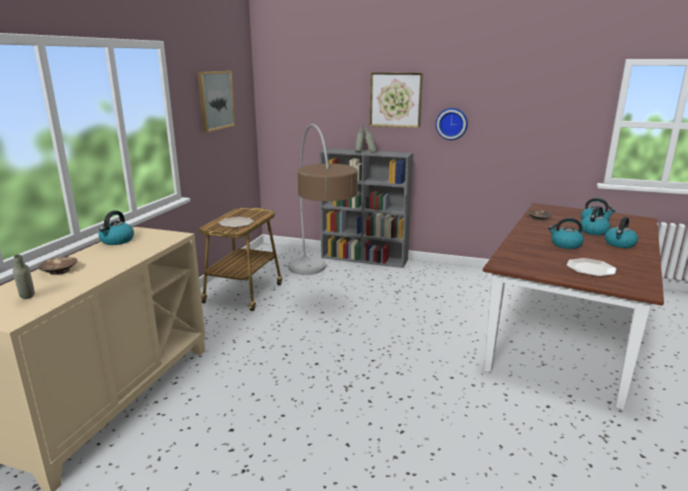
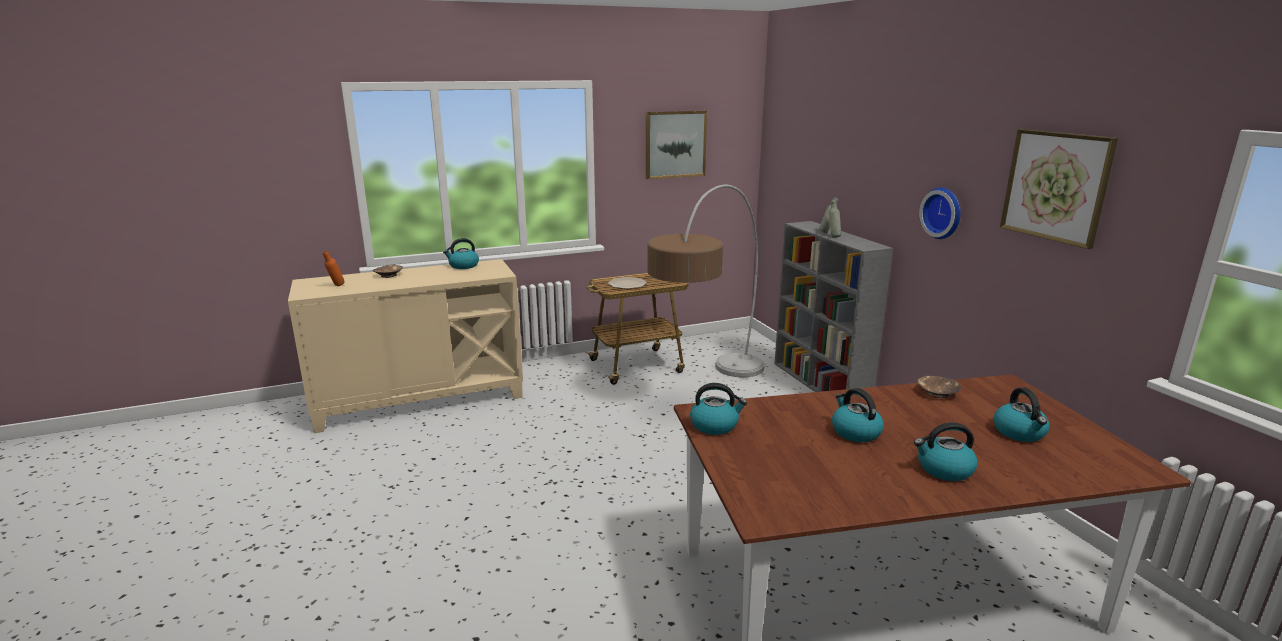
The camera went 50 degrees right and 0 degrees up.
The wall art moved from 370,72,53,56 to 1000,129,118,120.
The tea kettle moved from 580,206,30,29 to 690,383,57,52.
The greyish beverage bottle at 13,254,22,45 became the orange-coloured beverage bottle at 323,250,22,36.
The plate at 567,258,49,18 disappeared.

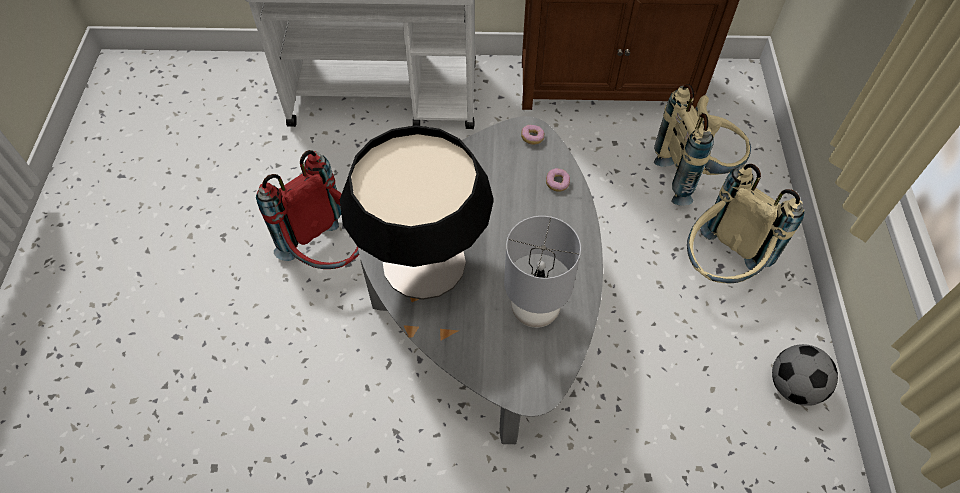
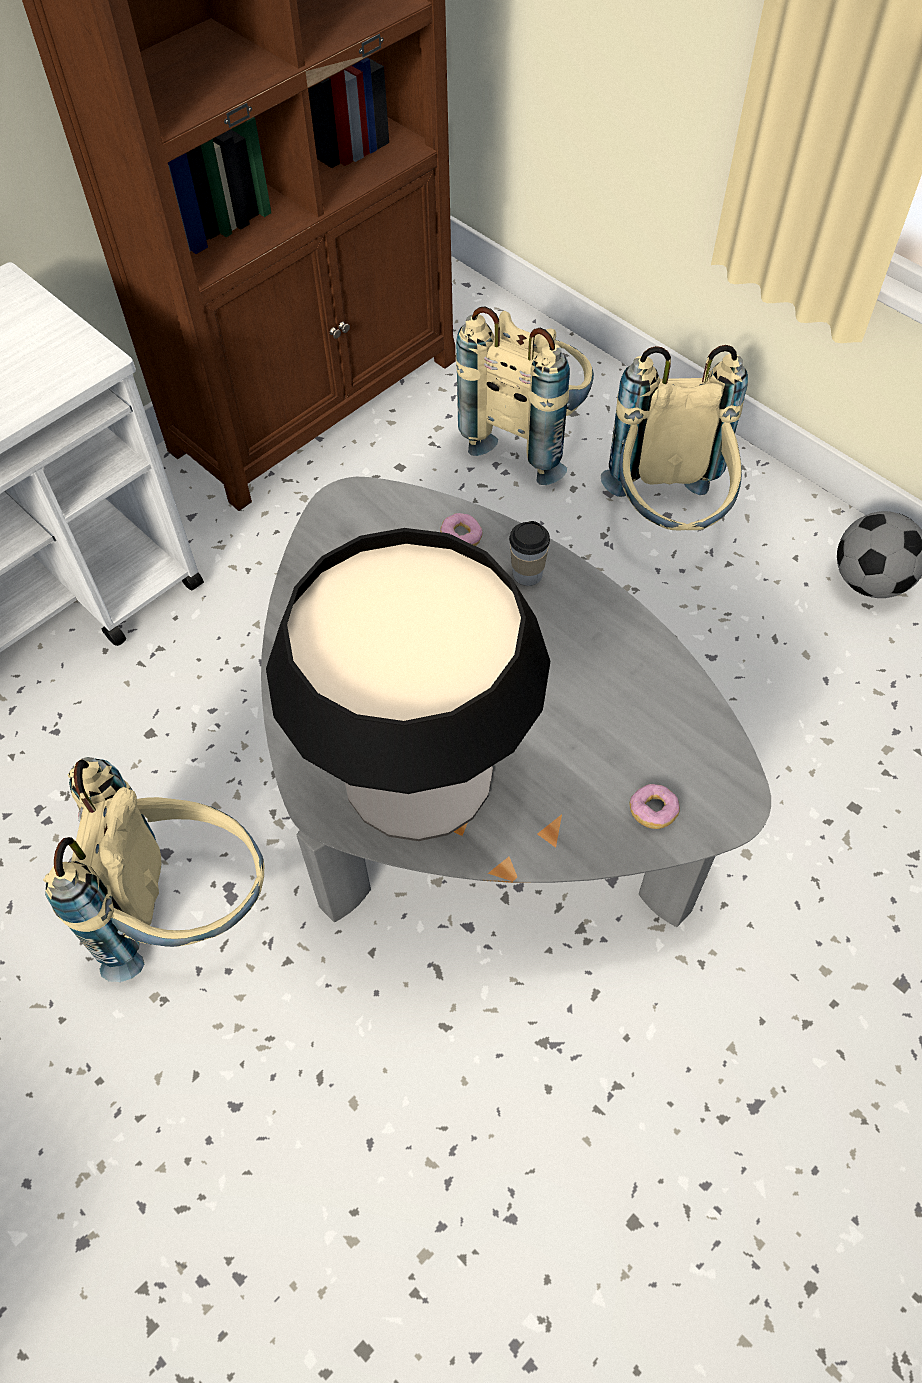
The camera went 45 degrees left and 0 degrees up.
The doughnut moved from 521,125,24,20 to 629,784,51,45.
The red-coloured knapsack at 256,150,103,119 became the beige knapsack at 43,757,221,225.
The greyish lamp for a table at 504,216,77,112 disappeared.
The drinking cup at 509,521,41,65 appeared.

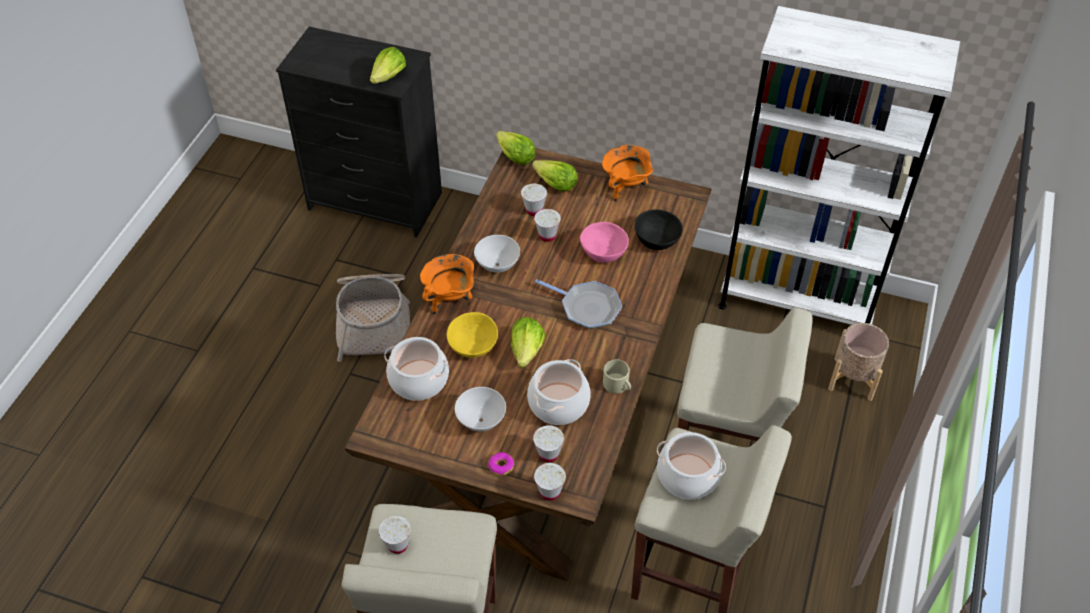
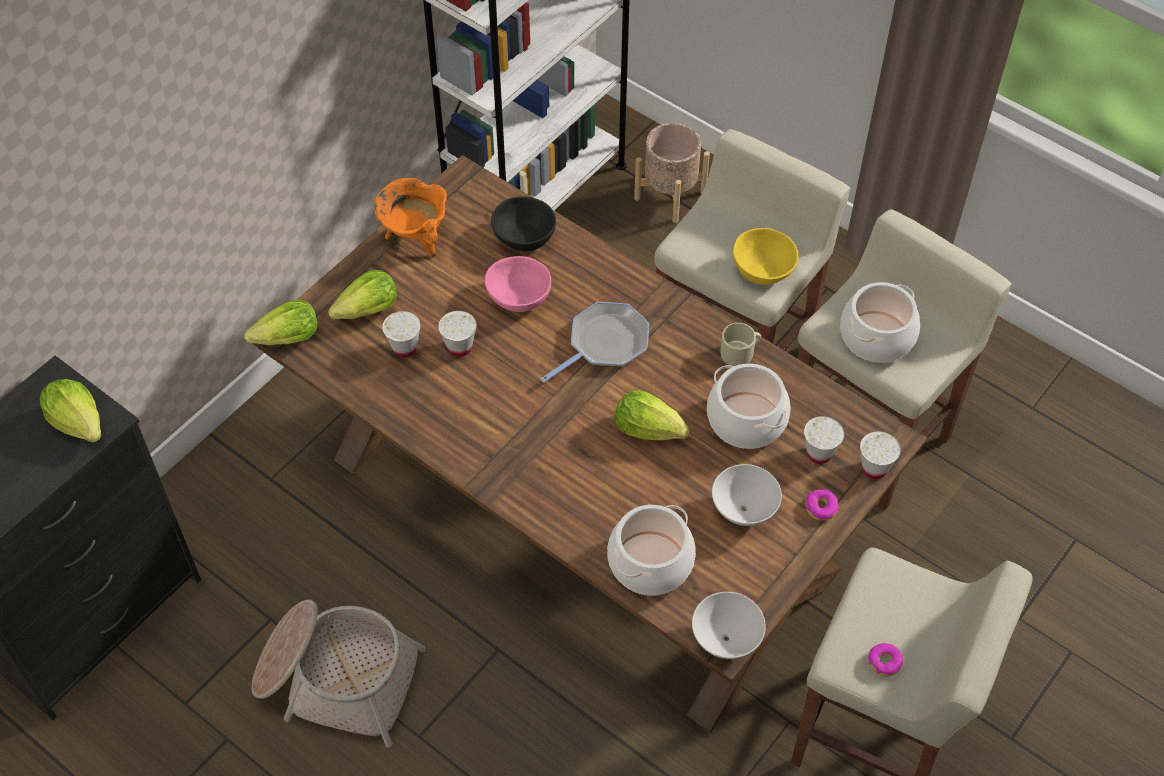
The camera went 70 degrees left and 5 degrees up.
The white-coloured deep dish moved from 474,235,46,38 to 692,592,74,67.
The orange-coloured cooking pot at 420,254,54,60 disappeared.
The yellowish deep dish moved from 447,312,51,46 to 733,228,65,57.
The white-coloured drinking cup at 379,516,32,38 was replaced by the doughnut at 868,643,36,34.

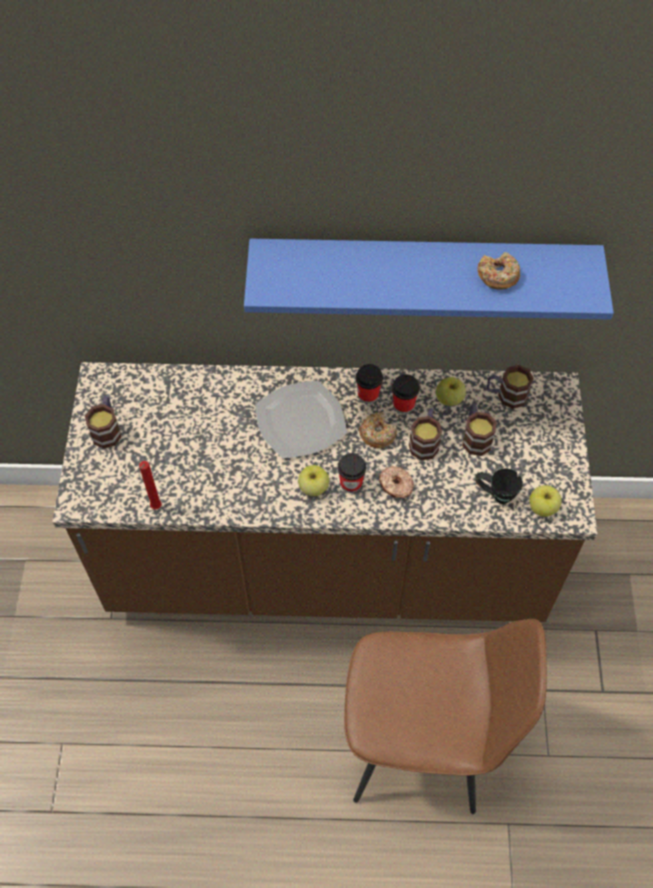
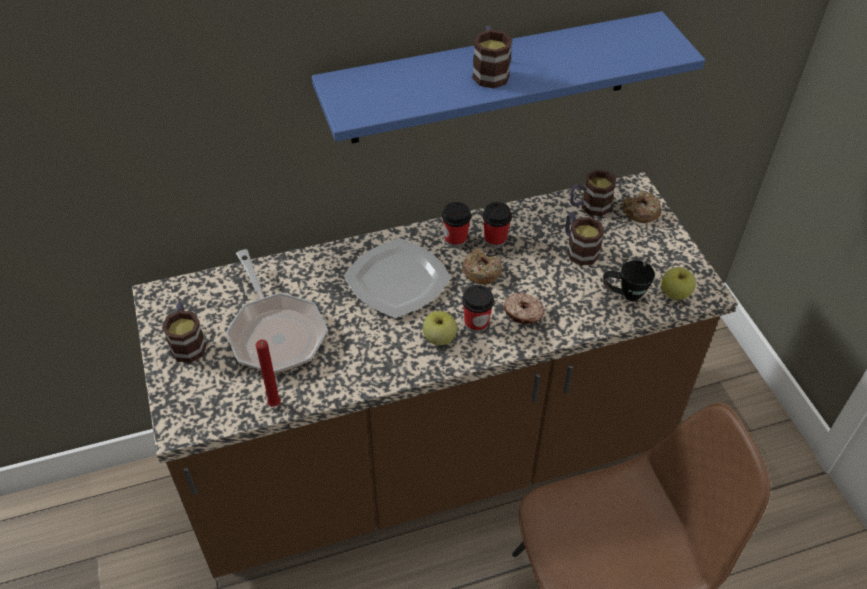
The camera went 20 degrees left and 10 degrees down.
The doughnut moved from 477,252,43,38 to 623,191,38,32.
The whole apple at 436,377,30,29 disappeared.
The coffee mug moved from 409,408,33,52 to 472,25,41,63.
The pan at 226,249,102,125 appeared.

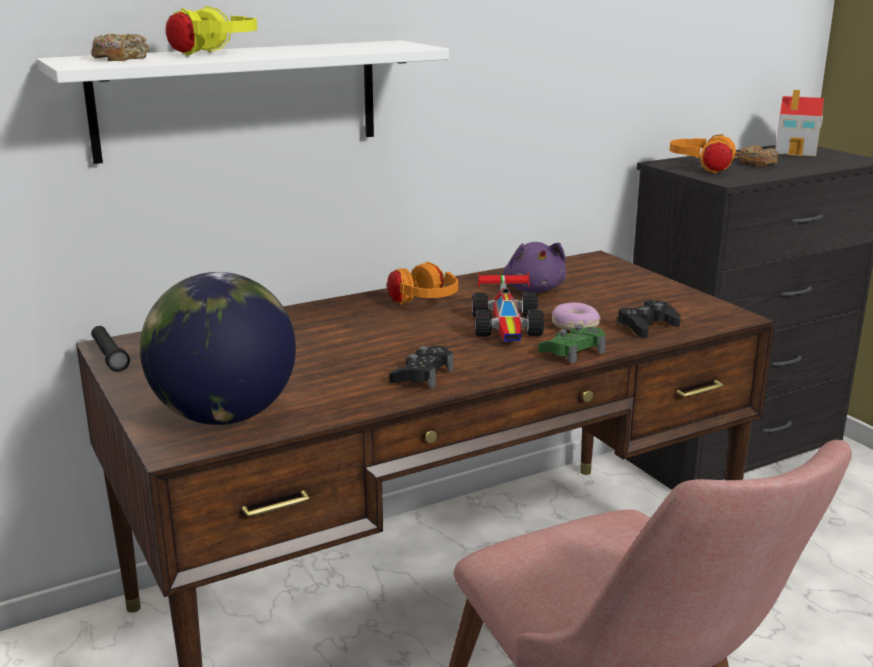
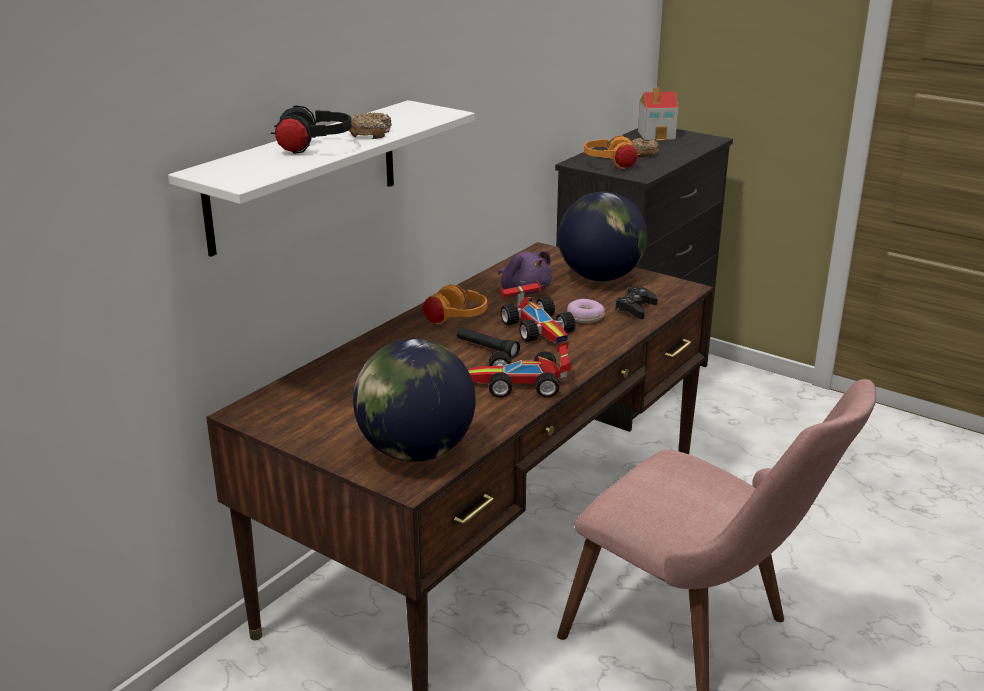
The camera went 25 degrees left and 5 degrees up.
The yellowish headphones at 165,6,92,50 became the blackish headphones at 271,105,81,49.
The doughnut moved from 91,34,58,27 to 349,113,43,26.
The greenish joypad at 538,325,68,39 disappeared.
The blackish flashlight moved from 91,326,39,46 to 457,327,63,31.
The blackish joypad at 389,346,65,43 was replaced by the toy car at 468,342,103,56.
The globe at 558,192,89,89 appeared.

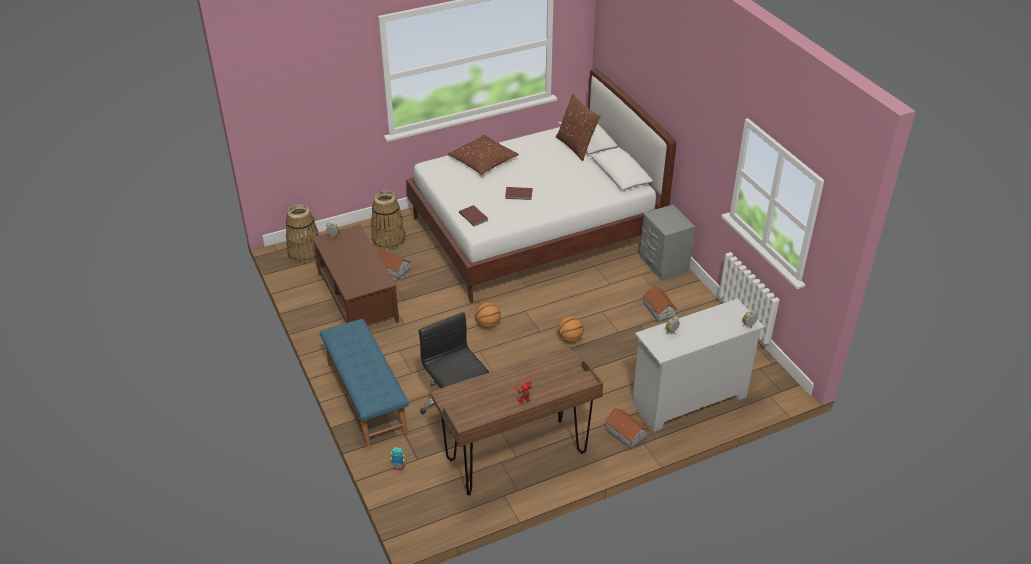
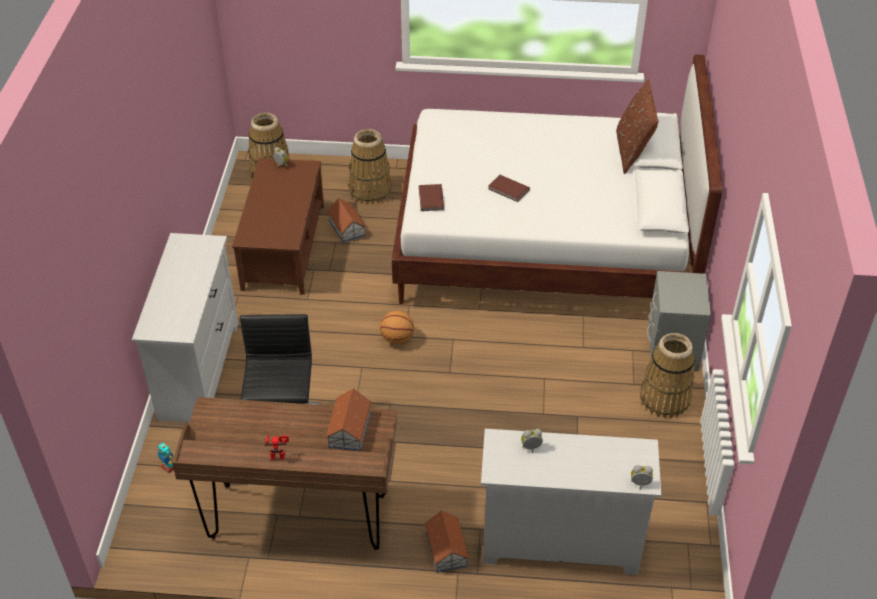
The camera went 30 degrees right and 5 degrees up.
The brown-coloured throw pillow at 447,134,72,41 disappeared.
The toy house moved from 643,285,34,37 to 325,388,47,63.
The basketball ball at 557,316,27,27 disappeared.
The blue bench at 320,319,88,128 was replaced by the white-coloured dresser at 132,233,106,189.
The basket at 640,333,55,85 appeared.

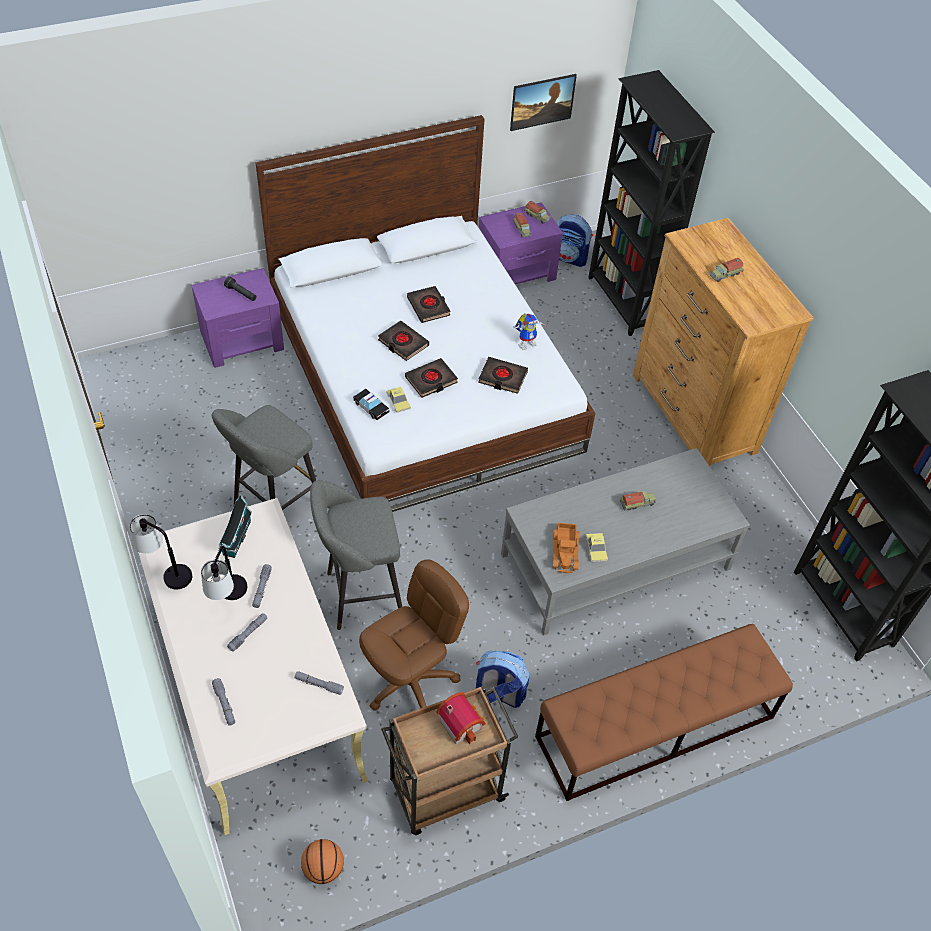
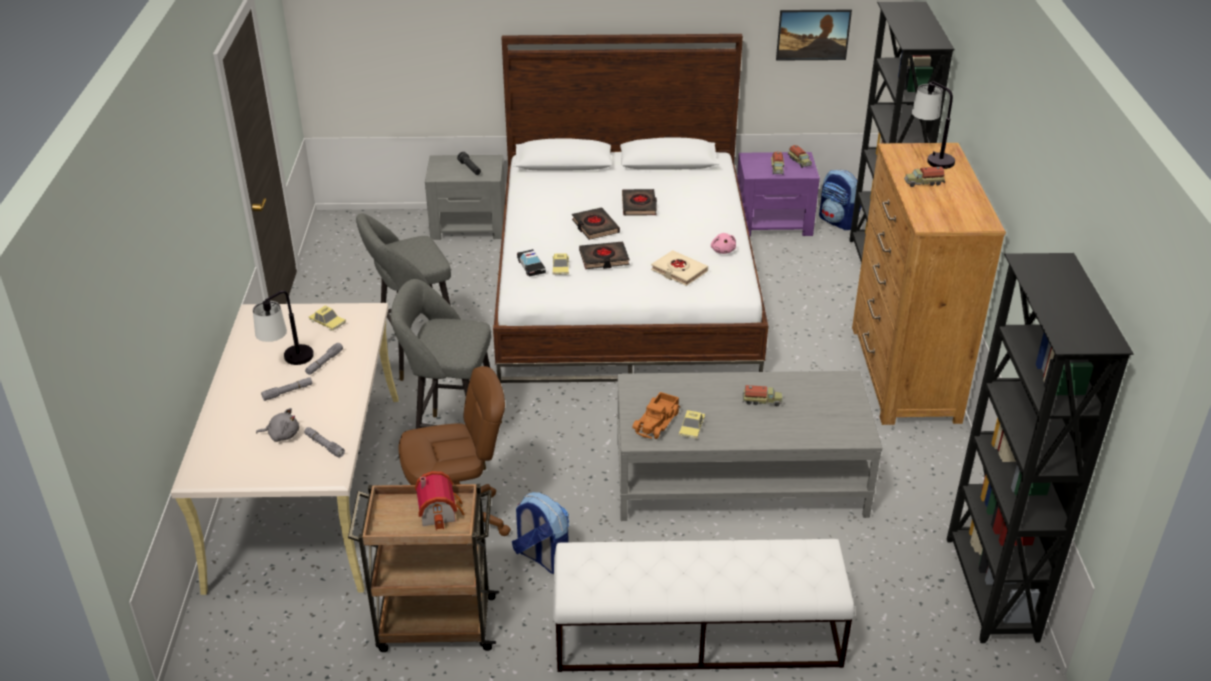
The camera went 25 degrees right and 15 degrees down.
The purplish nightstand at 191,268,93,100 became the greyish nightstand at 425,155,80,85.
The toy robot at 514,314,32,36 was replaced by the pink-coloured soft toy at 711,233,25,21.
The blackish volume at 478,357,50,37 became the beige volume at 651,250,57,36.
The toy house at 218,494,34,64 was replaced by the toy car at 309,305,37,26.
The lamp for a table moved from 129,514,63,76 to 912,81,43,88.
The brown-coloured bench at 535,624,258,177 became the white-coloured bench at 553,539,302,133.
The greyish flashlight at 212,678,23,48 disappeared.
The basketball ball at 301,839,43,45 disappeared.
The greyish soft toy at 256,408,43,34 appeared.

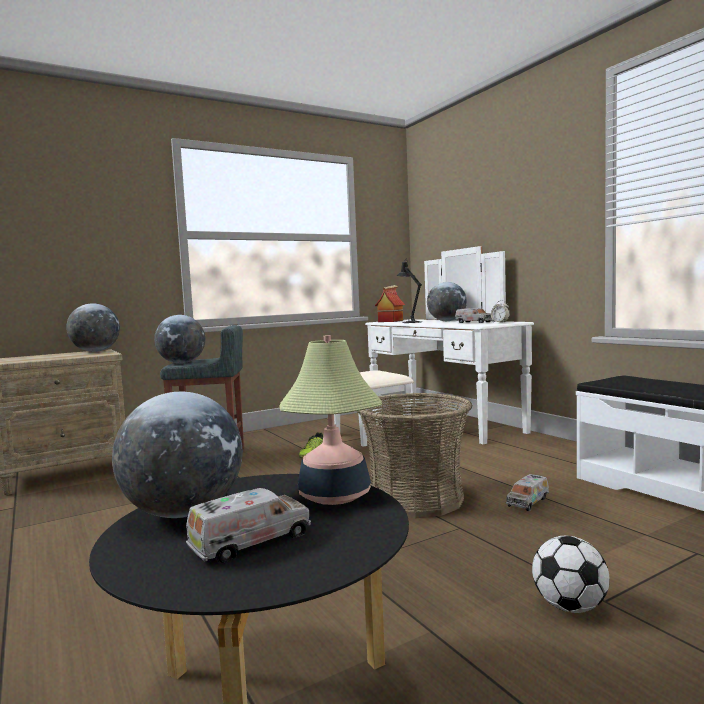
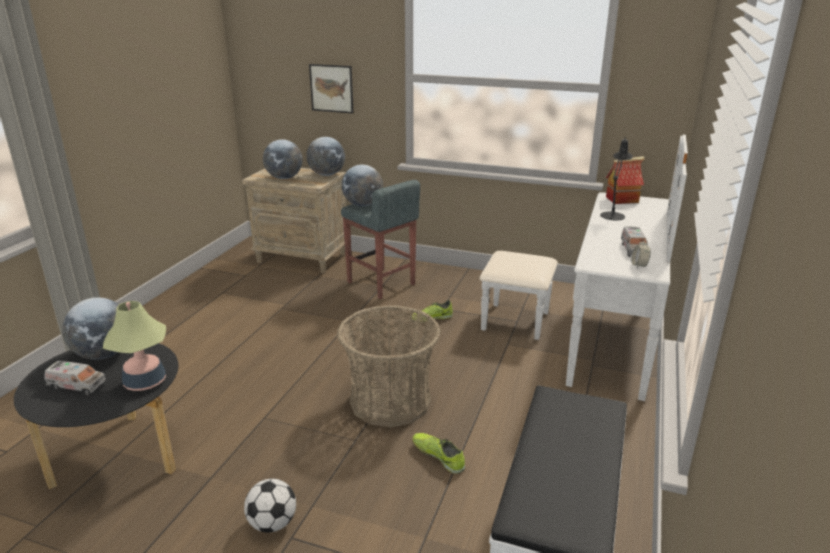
The camera went 50 degrees right and 20 degrees up.
The globe moved from 427,282,40,39 to 263,139,40,40.
The model truck at 506,474,43,37 was replaced by the shoe at 412,433,53,41.
The wall art at 309,64,45,49 appeared.

